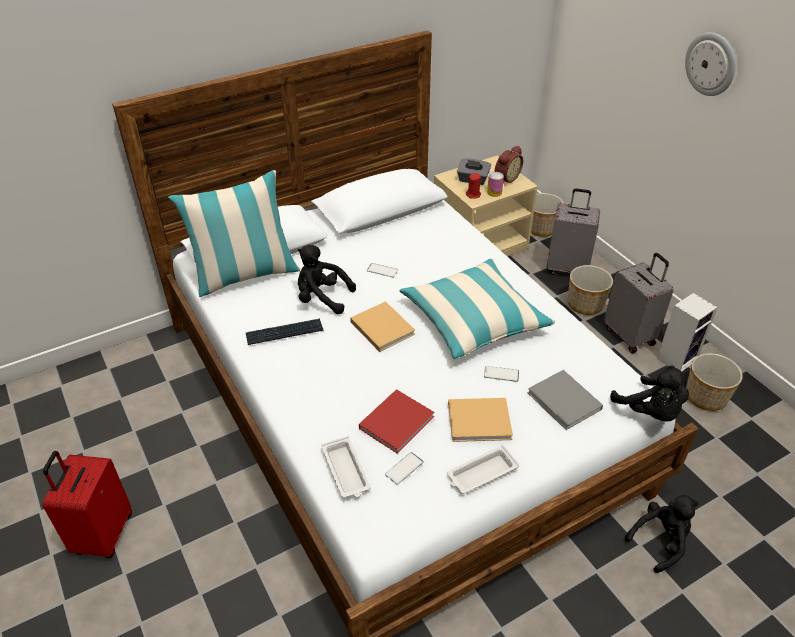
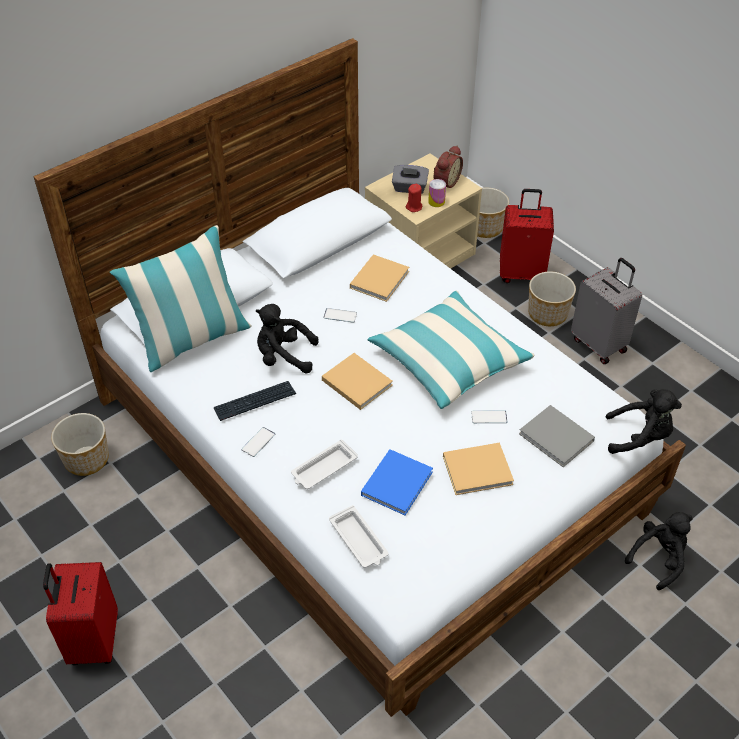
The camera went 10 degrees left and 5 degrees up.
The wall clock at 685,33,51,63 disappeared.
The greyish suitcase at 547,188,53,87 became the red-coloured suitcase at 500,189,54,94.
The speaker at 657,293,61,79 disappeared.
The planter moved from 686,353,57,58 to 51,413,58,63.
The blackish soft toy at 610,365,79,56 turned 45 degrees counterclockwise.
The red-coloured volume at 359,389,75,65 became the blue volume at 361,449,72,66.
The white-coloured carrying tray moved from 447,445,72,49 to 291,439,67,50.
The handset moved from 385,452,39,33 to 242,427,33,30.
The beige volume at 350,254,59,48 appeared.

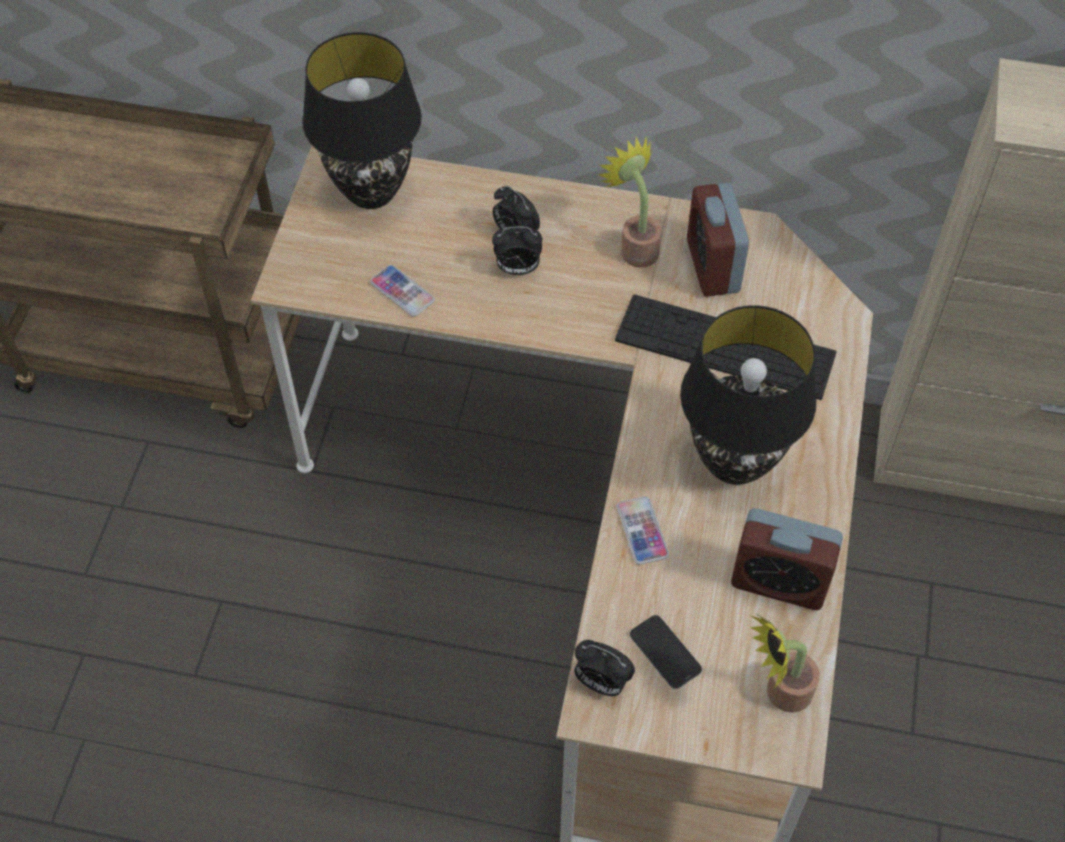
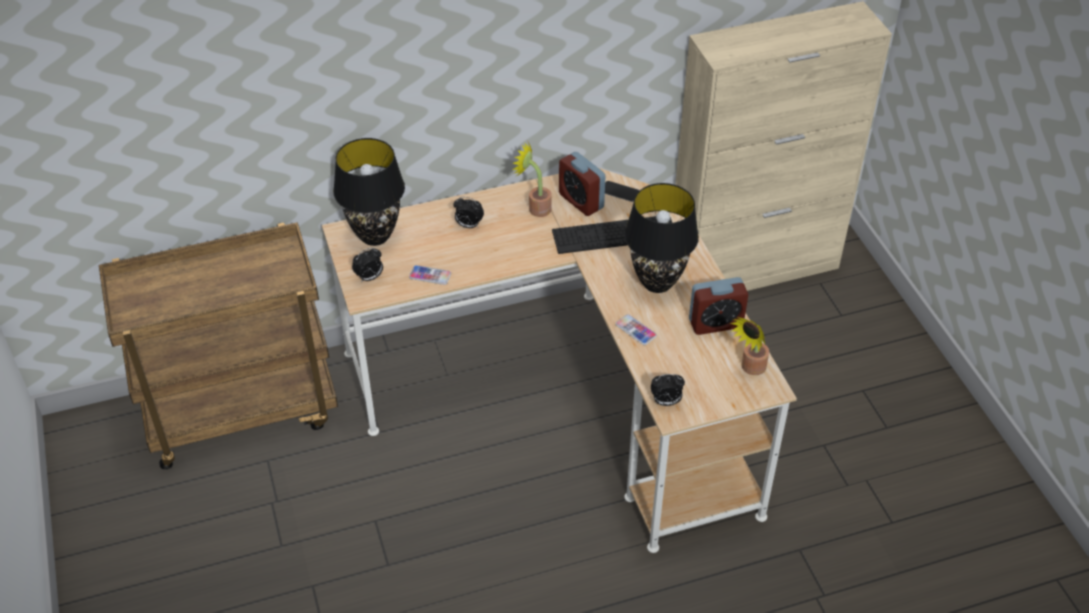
The camera went 30 degrees left and 10 degrees down.
The alarm clock moved from 492,227,50,48 to 352,248,31,35.
The handset moved from 630,615,72,74 to 605,181,35,21.

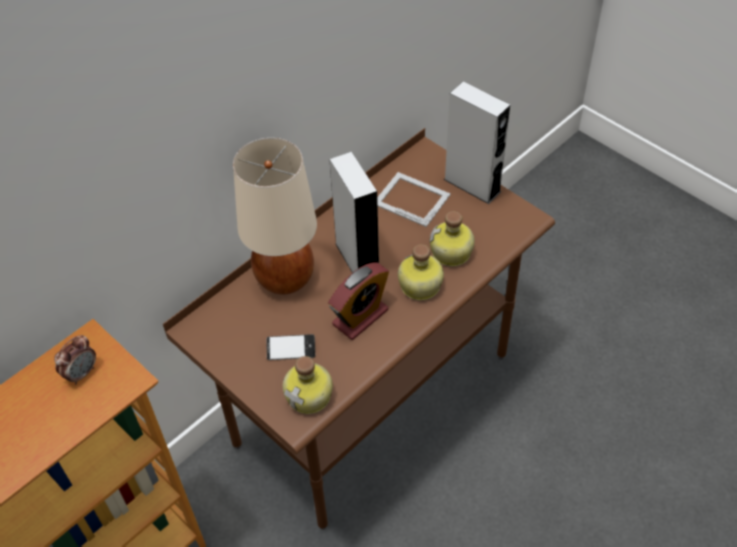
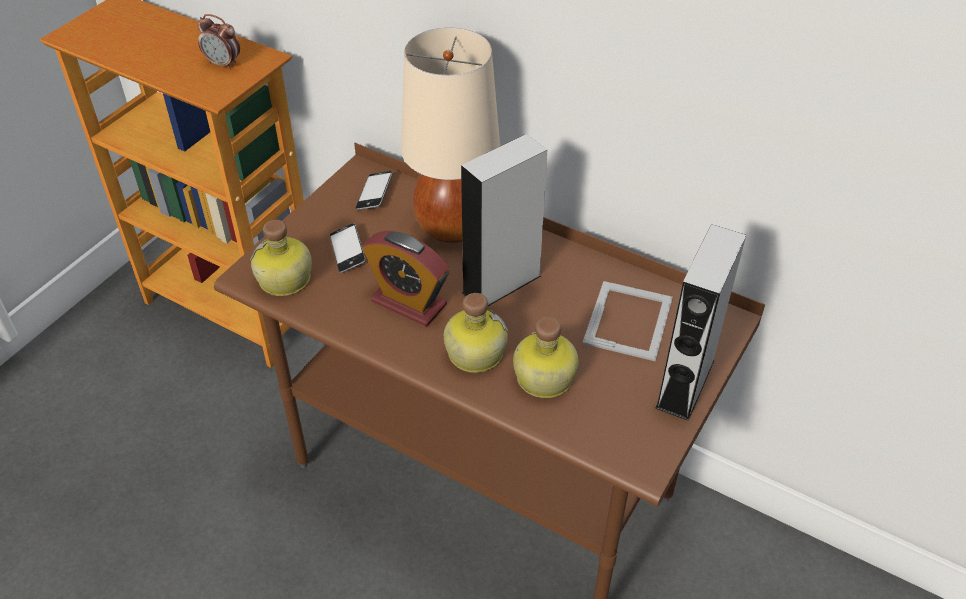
The camera went 75 degrees right and 5 degrees down.
The handset at 355,171,38,39 appeared.

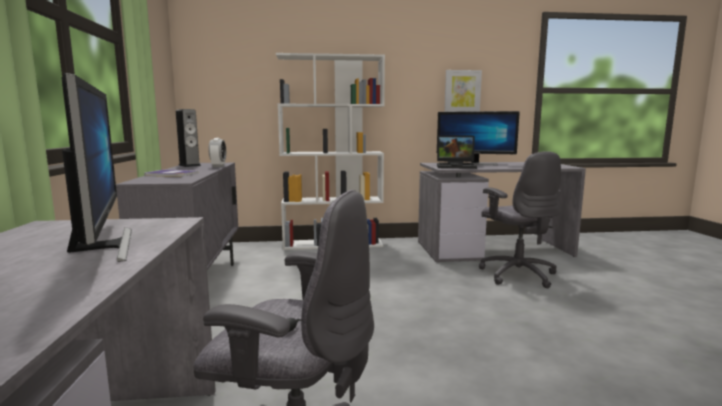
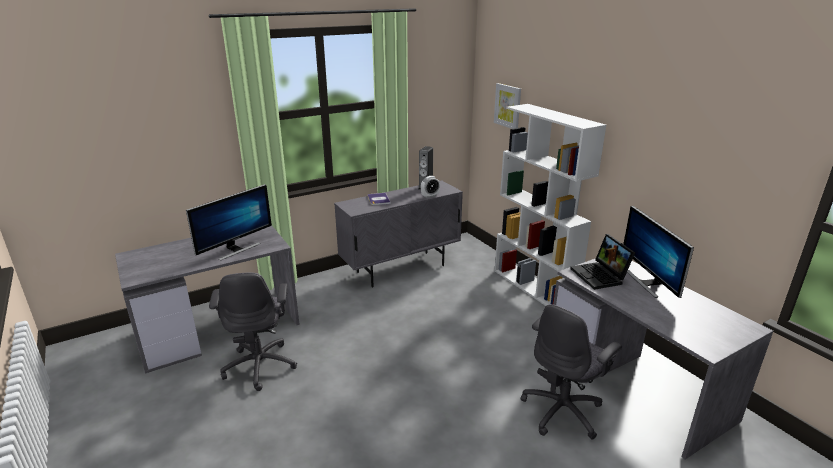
The camera went 65 degrees right and 15 degrees up.
The wall art moved from 444,70,38,42 to 494,83,27,46.

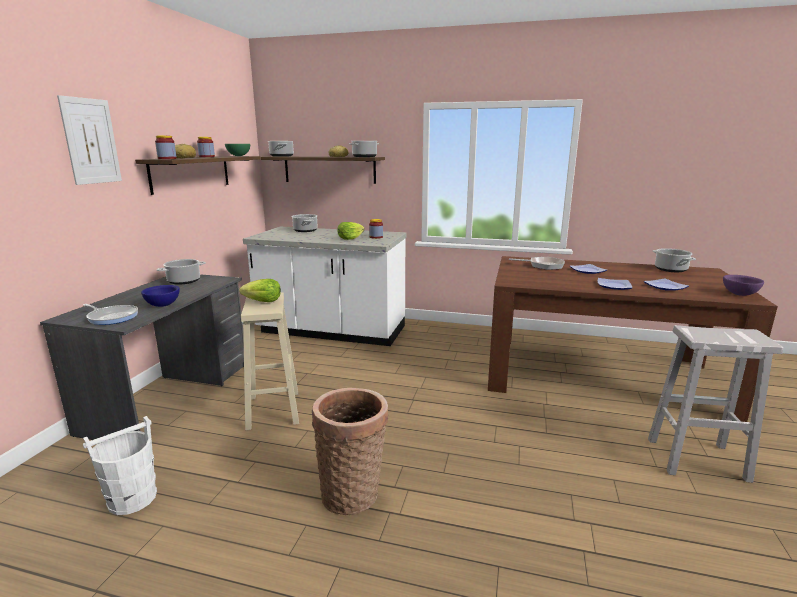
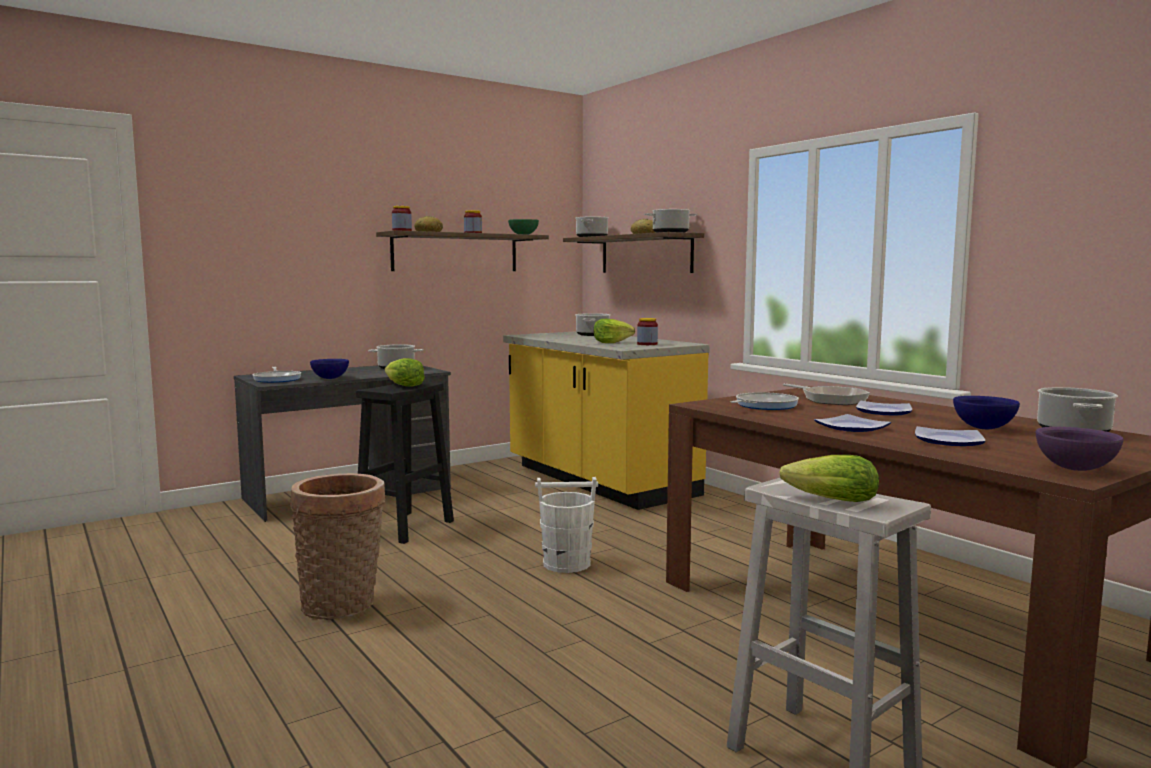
The camera went 40 degrees right and 10 degrees down.
The wall art at 57,95,65,90 disappeared.
The white-coloured kitchen base unit at 243,227,163,119 became the yellowish kitchen base unit at 503,331,207,179.
The beige sitting stool at 241,292,58,138 became the blackish sitting stool at 356,382,98,162.
The white-coloured water bucket moved from 83,416,74,99 to 535,477,63,96.
The pan at 731,392,68,18 appeared.
The blue deep dish at 953,396,67,33 appeared.
The lettuce at 779,455,100,47 appeared.

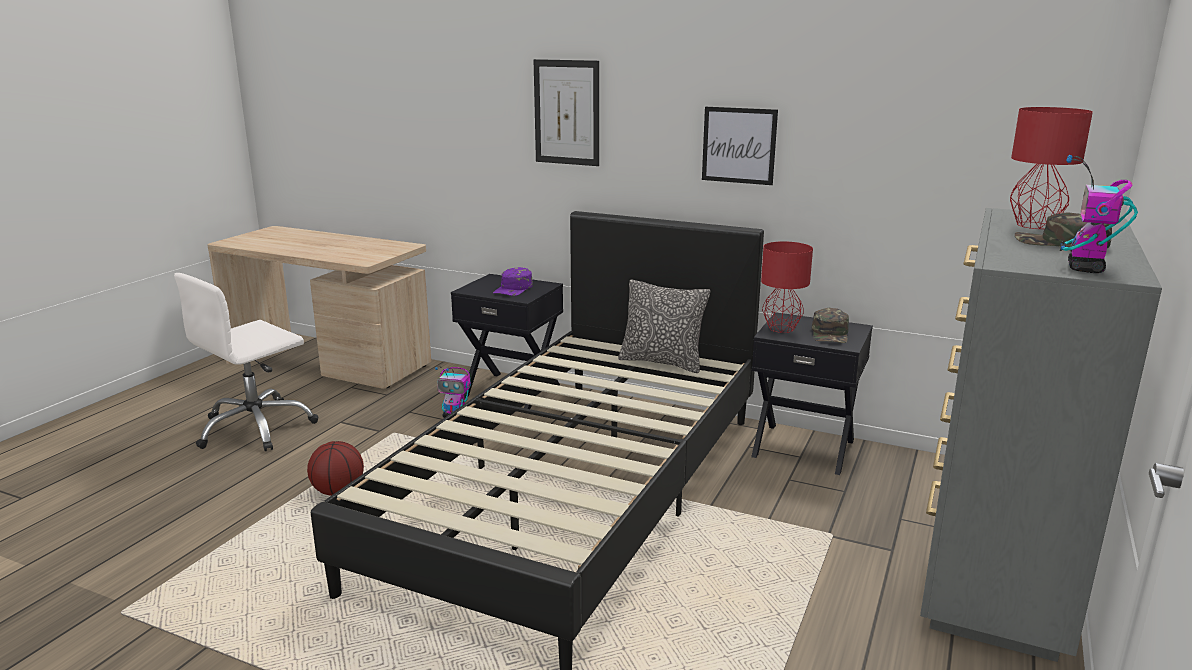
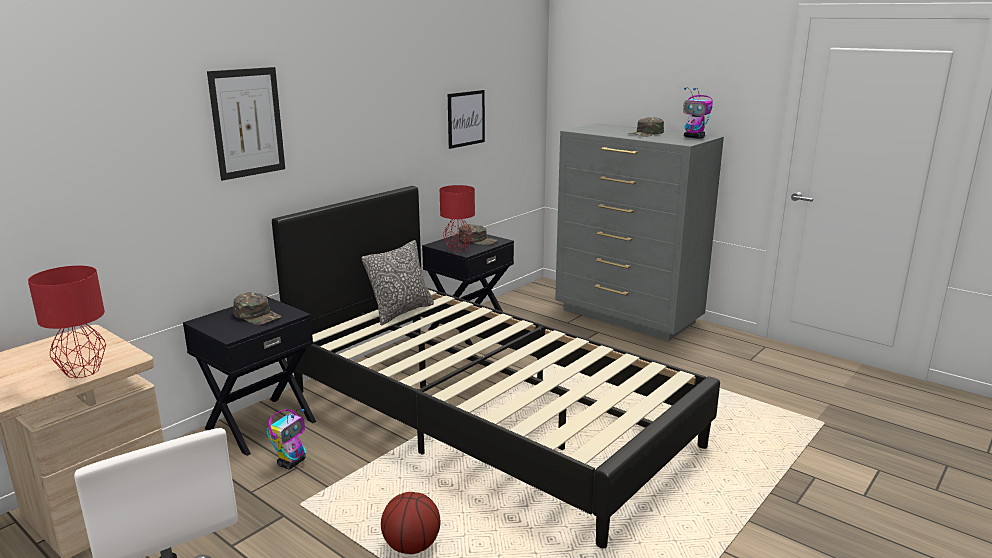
The camera went 75 degrees left and 0 degrees up.
The wall art moved from 702,107,76,78 to 448,90,37,59.
The red-coloured lamp for a table moved from 1010,107,83,122 to 28,266,78,112.
The purplish baseball cap at 493,267,40,29 became the greenish baseball cap at 233,292,48,33.

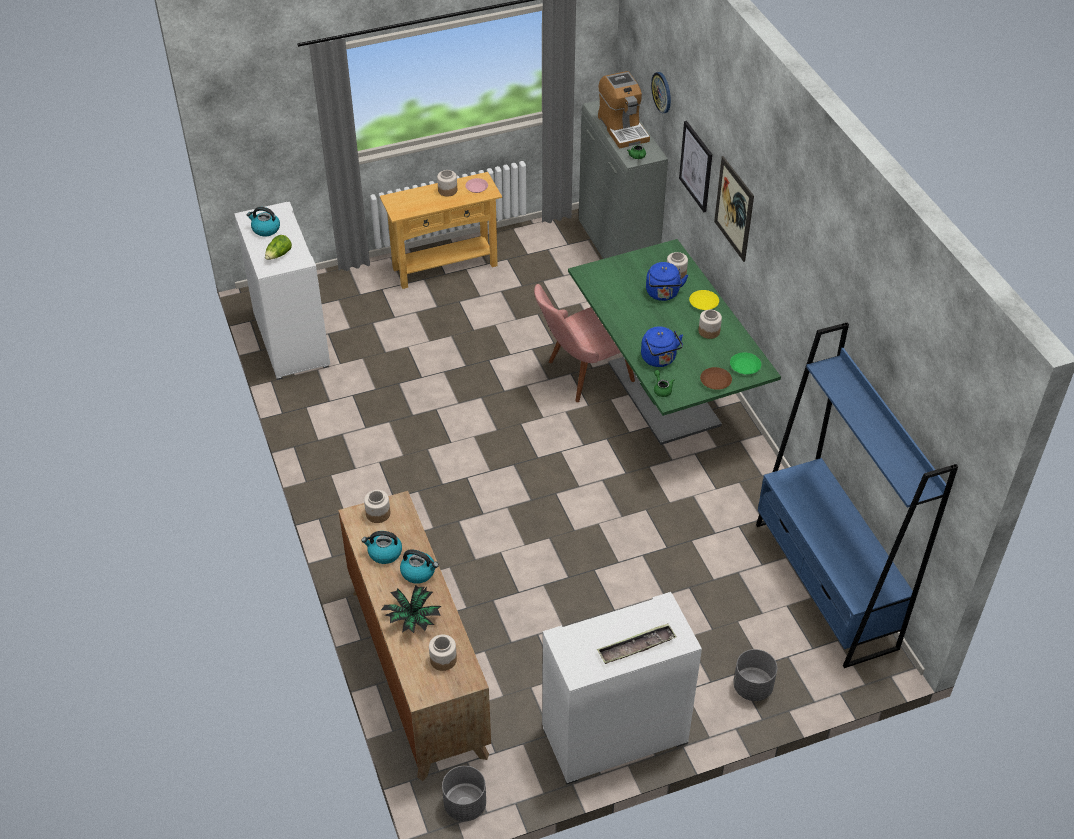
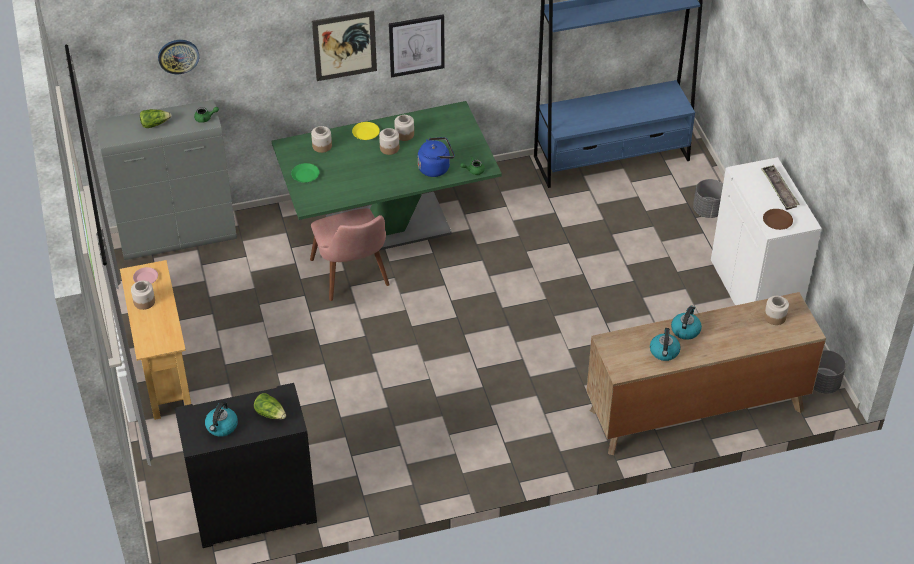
The camera went 85 degrees left and 0 degrees up.
The coffee machine at 598,71,52,78 was replaced by the lettuce at 140,109,31,19.
The wall art moved from 679,121,33,91 to 389,14,56,64.
The white-coloured storage cabinet at 234,202,96,178 became the blackish storage cabinet at 175,383,142,165.
The blue tea kettle at 646,262,42,39 disappeared.
The greenish plate moved from 730,353,31,21 to 291,163,28,20.
The brown-coloured plate moved from 700,367,32,23 to 763,209,30,21.
The jar moved from 364,490,26,33 to 379,128,20,27.
The houseplant at 381,585,60,48 disappeared.

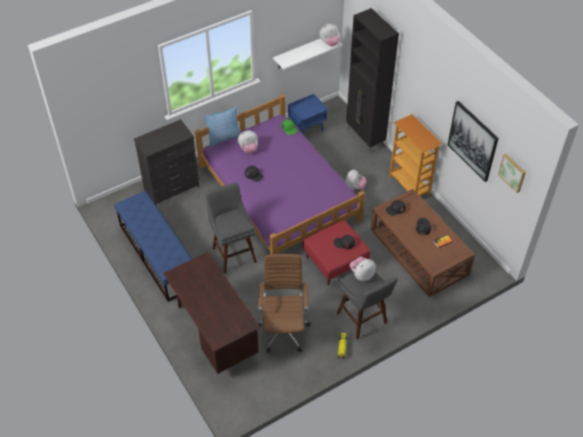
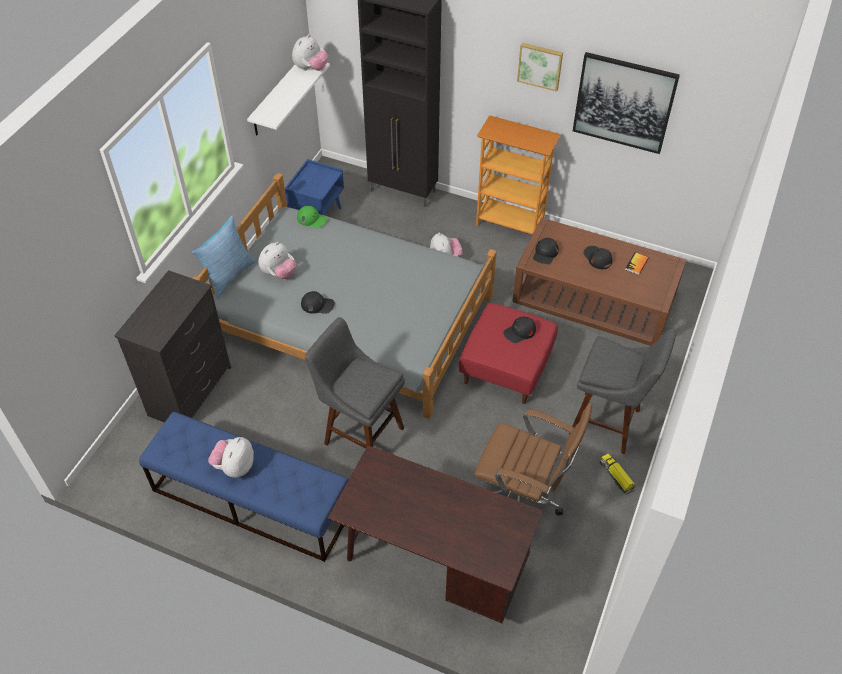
The camera went 35 degrees left and 0 degrees up.
The purplish sleeping bed at 195,94,170,161 became the greyish sleeping bed at 192,173,305,246.
The wall art moved from 498,154,28,39 to 517,43,46,49.
The brown-coloured desk chair at 258,254,53,99 turned 150 degrees clockwise.
The soft toy moved from 350,257,26,24 to 208,437,46,41.

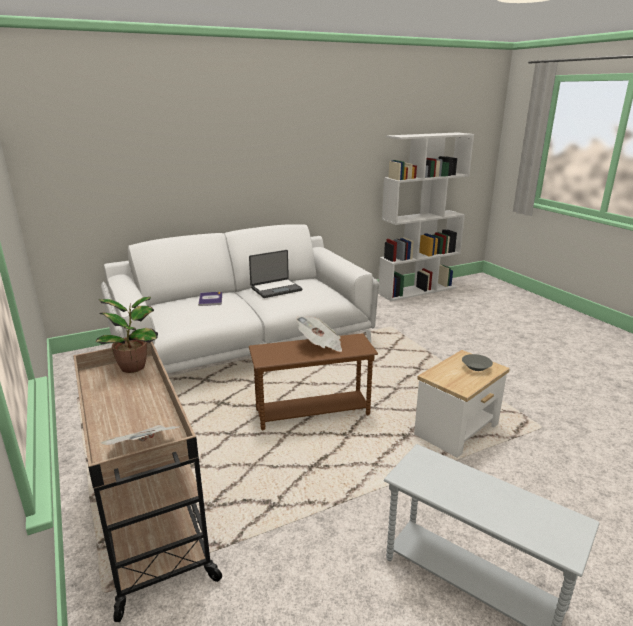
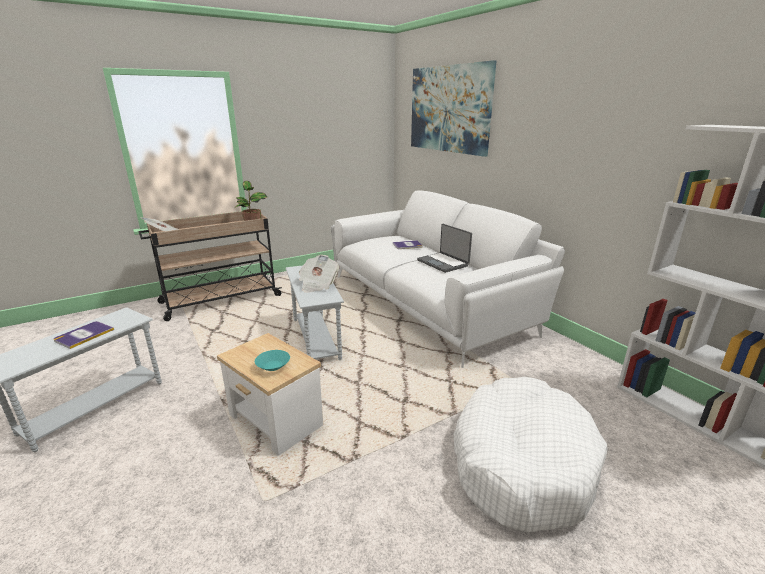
The camera went 85 degrees right and 0 degrees up.
The brown-coloured end table at 249,333,129,97 became the white-coloured end table at 285,266,59,94.
The greyish deep dish at 462,354,31,17 became the blue-green deep dish at 255,350,35,21.
The wall art at 411,60,85,97 appeared.
The volume at 54,321,60,28 appeared.
The white-coloured dog cushion at 454,377,154,156 appeared.

